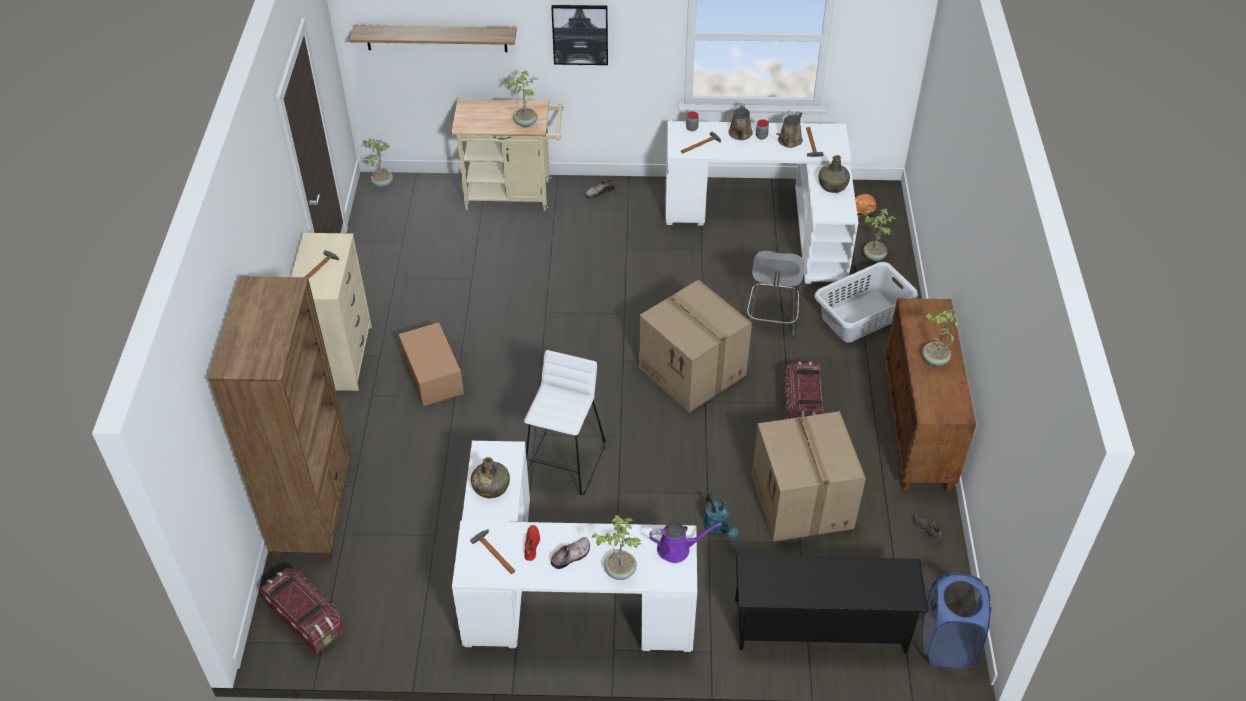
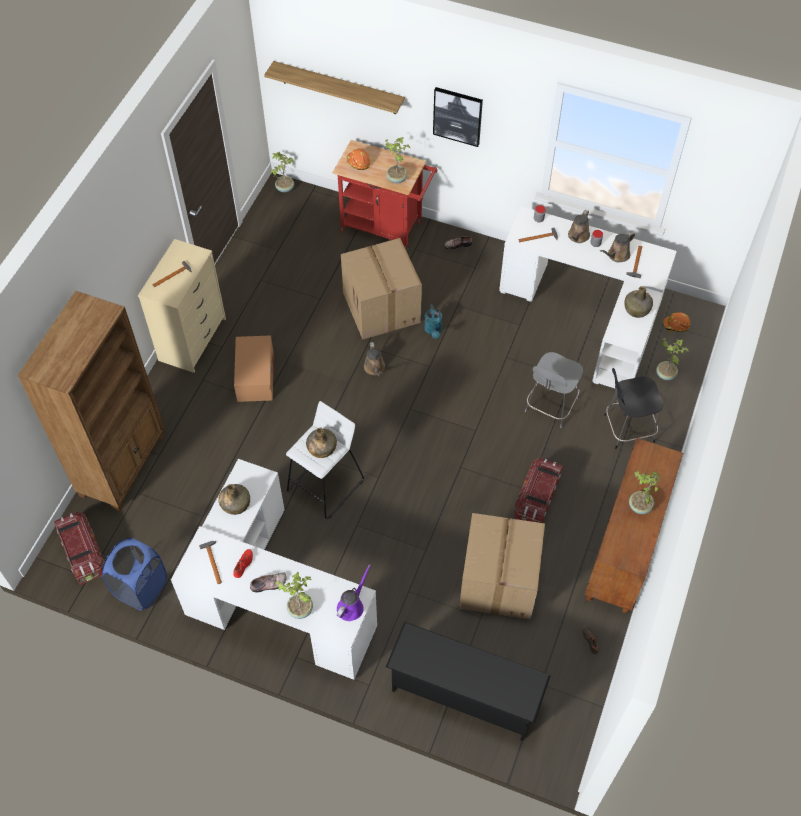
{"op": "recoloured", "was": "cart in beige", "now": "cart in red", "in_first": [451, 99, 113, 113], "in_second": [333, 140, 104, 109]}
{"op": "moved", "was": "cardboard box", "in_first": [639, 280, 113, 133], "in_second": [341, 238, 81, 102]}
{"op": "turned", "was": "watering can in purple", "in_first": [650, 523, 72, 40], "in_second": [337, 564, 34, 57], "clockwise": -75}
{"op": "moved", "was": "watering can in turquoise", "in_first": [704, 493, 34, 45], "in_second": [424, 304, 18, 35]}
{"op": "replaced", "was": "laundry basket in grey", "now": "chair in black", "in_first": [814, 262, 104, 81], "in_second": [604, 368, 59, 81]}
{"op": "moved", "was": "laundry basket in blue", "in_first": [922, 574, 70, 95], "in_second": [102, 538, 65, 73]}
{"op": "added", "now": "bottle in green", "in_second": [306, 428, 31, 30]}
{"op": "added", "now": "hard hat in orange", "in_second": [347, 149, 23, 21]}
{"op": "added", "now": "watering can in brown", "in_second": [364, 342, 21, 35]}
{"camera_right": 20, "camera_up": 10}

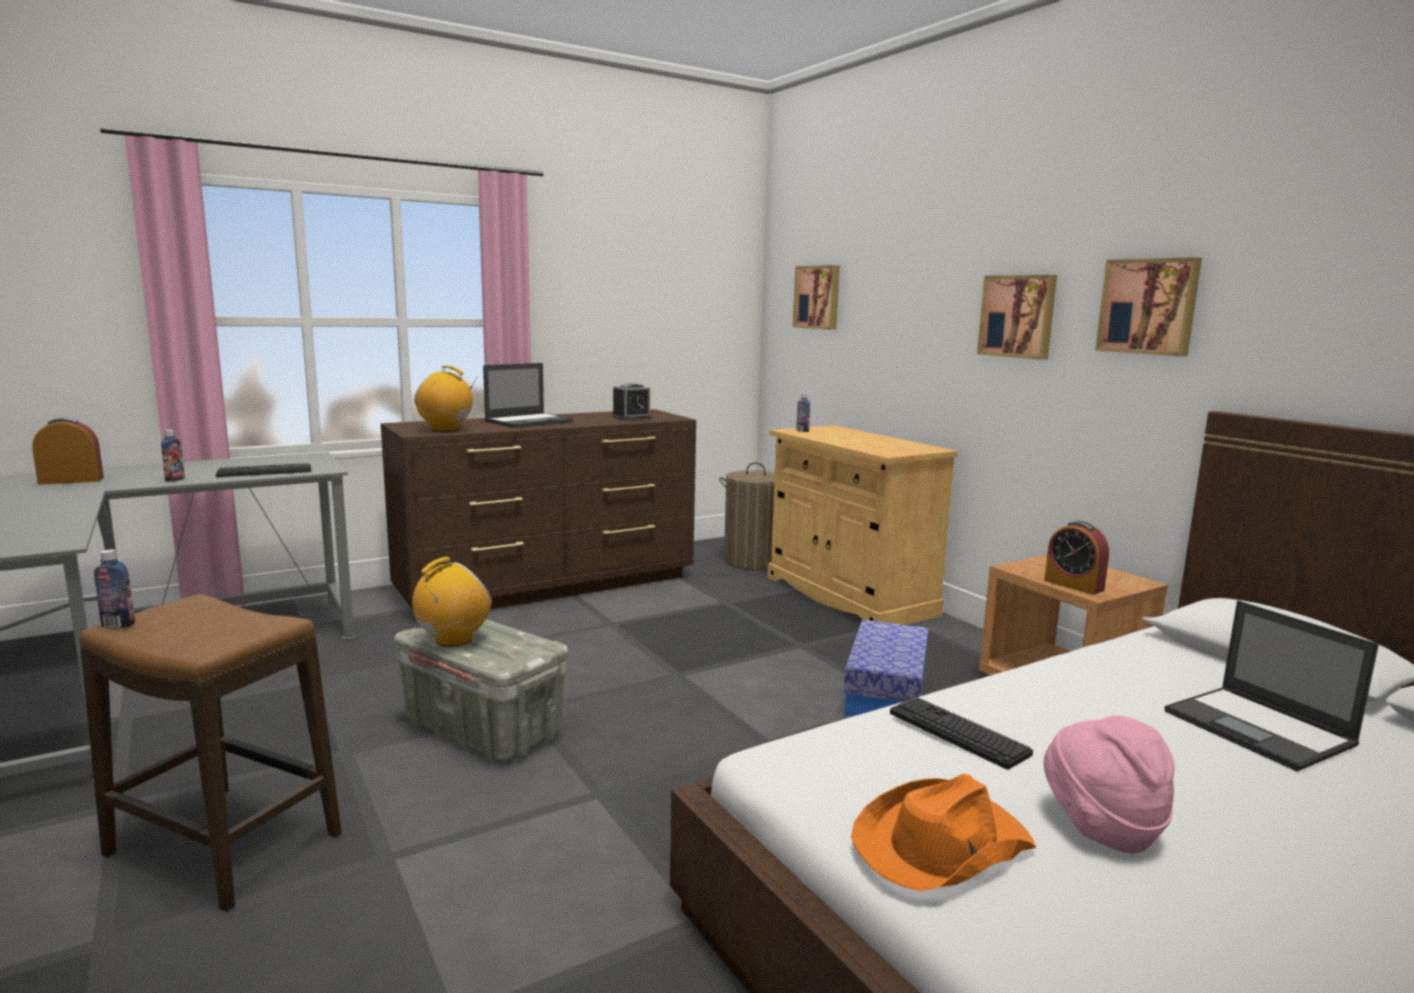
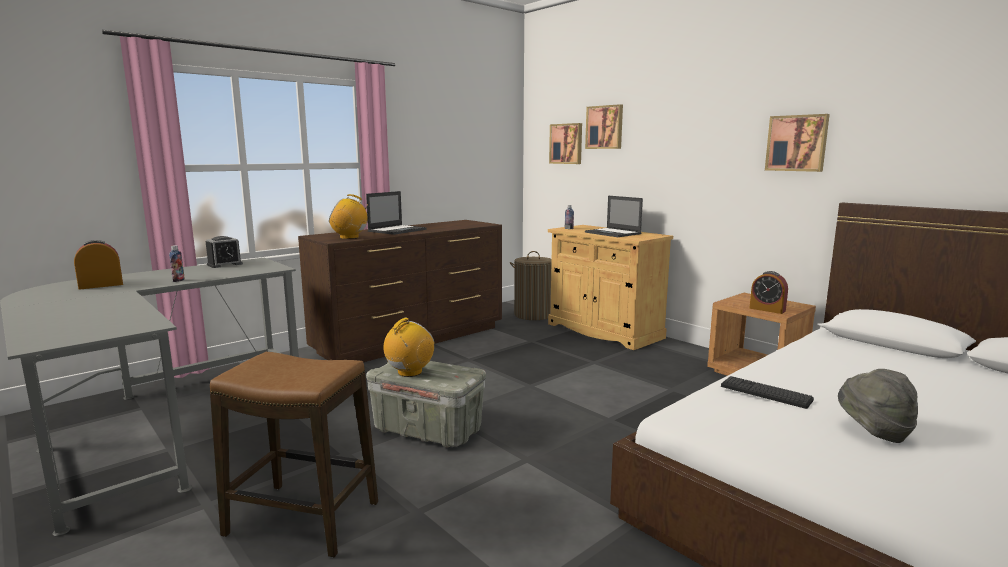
{"op": "removed", "was": "bottle", "in_first": [94, 549, 41, 79]}
{"op": "removed", "was": "keyboard", "in_first": [216, 463, 95, 14]}
{"op": "moved", "was": "alarm clock", "in_first": [612, 383, 40, 37], "in_second": [206, 236, 37, 32]}
{"op": "removed", "was": "storage box", "in_first": [844, 620, 84, 96]}
{"op": "removed", "was": "hat in orange", "in_first": [851, 774, 185, 117]}
{"op": "moved", "was": "picture", "in_first": [977, 275, 80, 85], "in_second": [585, 104, 38, 45]}
{"op": "recoloured", "was": "hat in pink", "now": "hat in grey", "in_first": [1044, 716, 131, 137], "in_second": [838, 369, 80, 74]}
{"op": "moved", "was": "laptop", "in_first": [1165, 600, 214, 172], "in_second": [585, 196, 58, 41]}
{"camera_right": -10, "camera_up": 0}

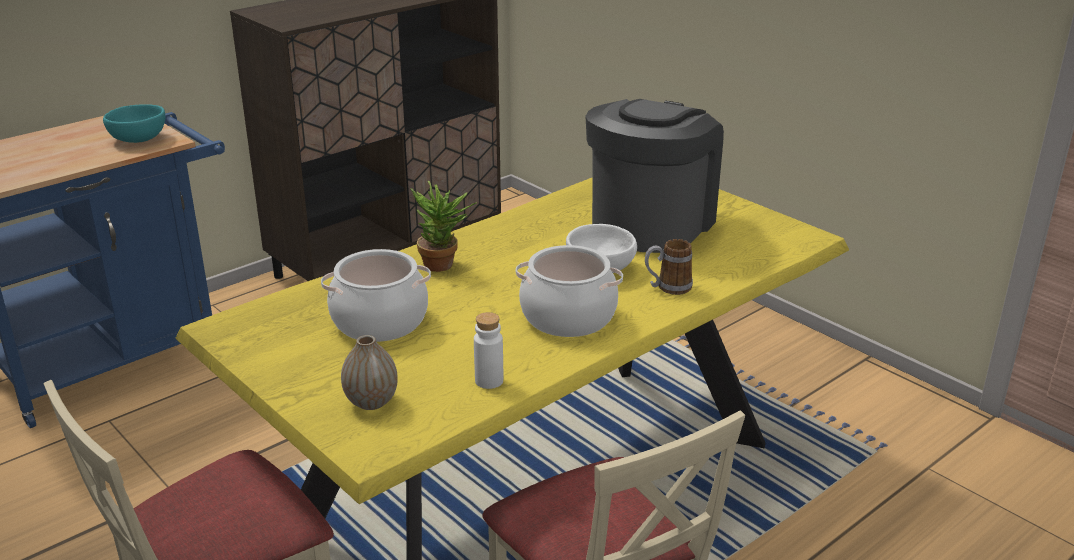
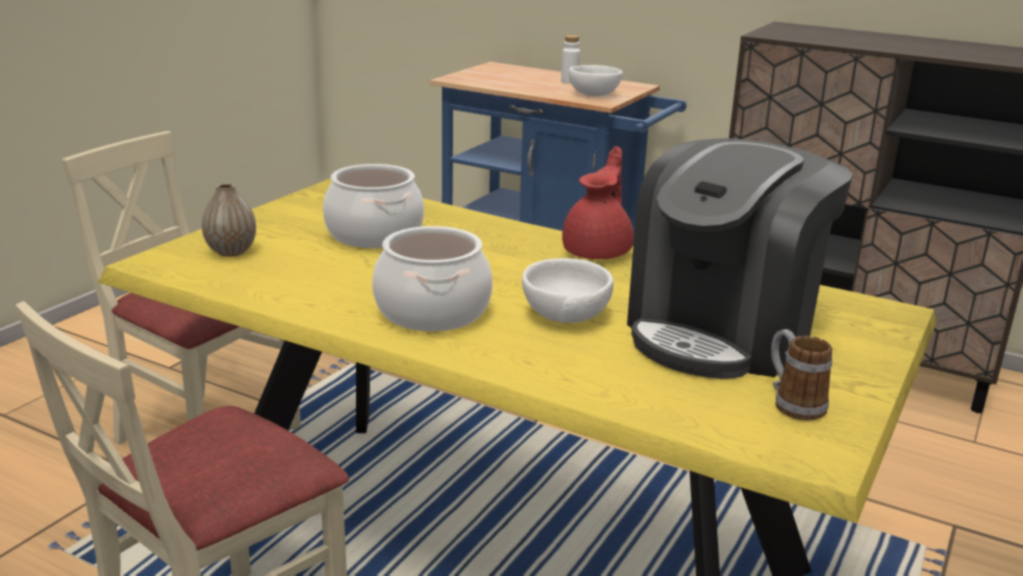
{"op": "recoloured", "was": "bowl in turquoise", "now": "bowl in white", "in_first": [103, 104, 62, 39], "in_second": [569, 65, 54, 31]}
{"op": "removed", "was": "potted plant", "in_first": [411, 181, 66, 91]}
{"op": "moved", "was": "bottle in white", "in_first": [474, 312, 29, 77], "in_second": [561, 35, 19, 49]}
{"op": "turned", "was": "coffee machine", "in_first": [585, 99, 139, 154], "in_second": [627, 138, 226, 241], "clockwise": 120}
{"op": "moved", "was": "mug", "in_first": [645, 239, 48, 56], "in_second": [771, 329, 61, 92]}
{"op": "added", "now": "teapot in red", "in_second": [562, 146, 72, 113]}
{"camera_right": 70, "camera_up": -5}

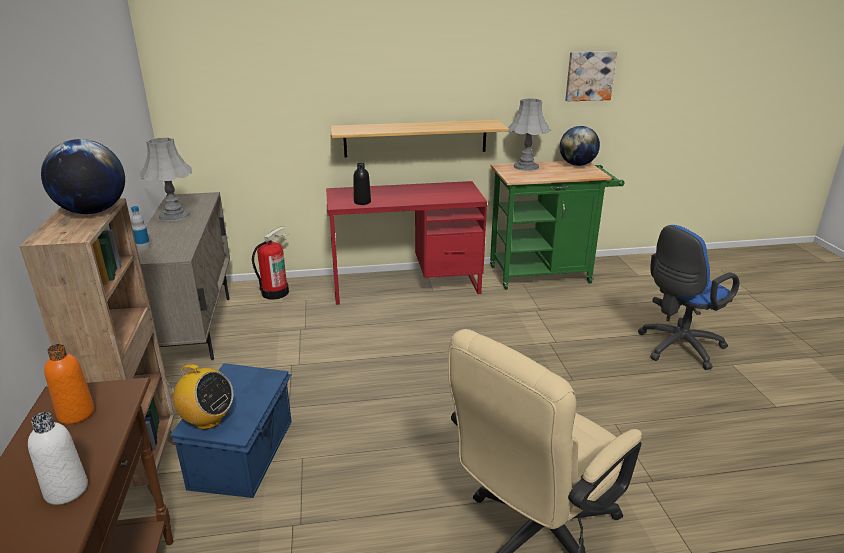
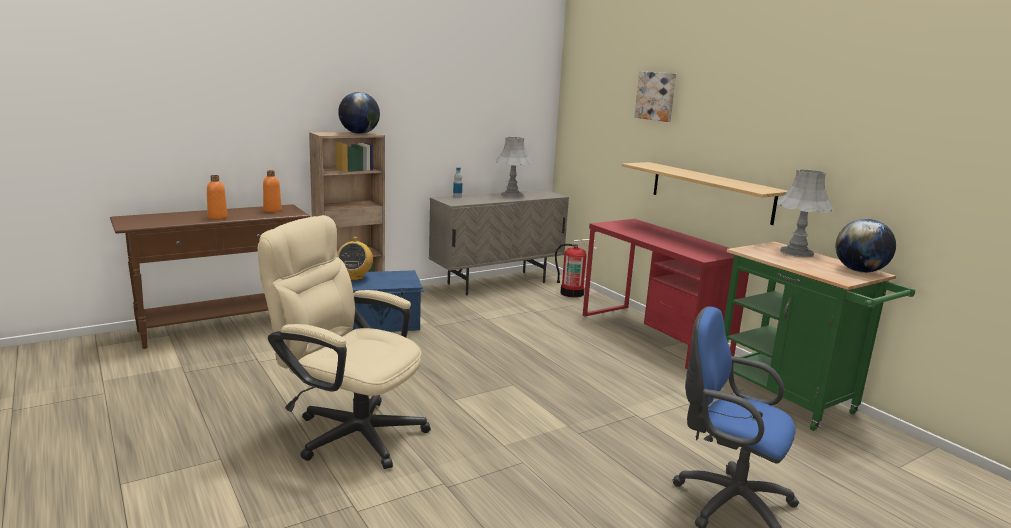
{"op": "recoloured", "was": "bottle in white", "now": "bottle in orange", "in_first": [28, 412, 60, 93], "in_second": [207, 175, 21, 45]}
{"op": "removed", "was": "bottle in black", "in_first": [353, 163, 18, 42]}
{"op": "moved", "was": "picture", "in_first": [565, 51, 52, 50], "in_second": [635, 71, 41, 51]}
{"camera_right": 65, "camera_up": -10}

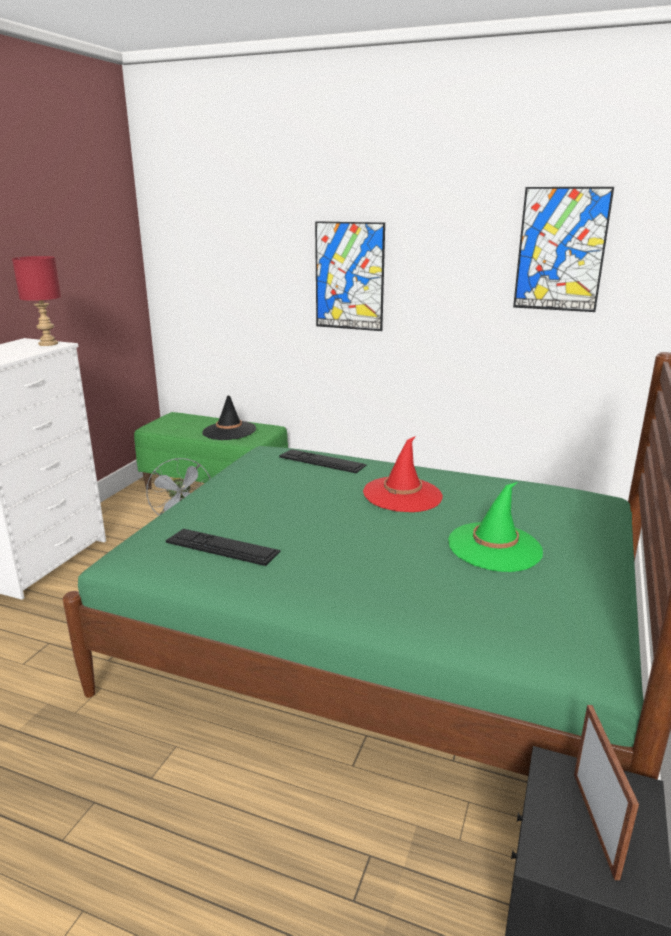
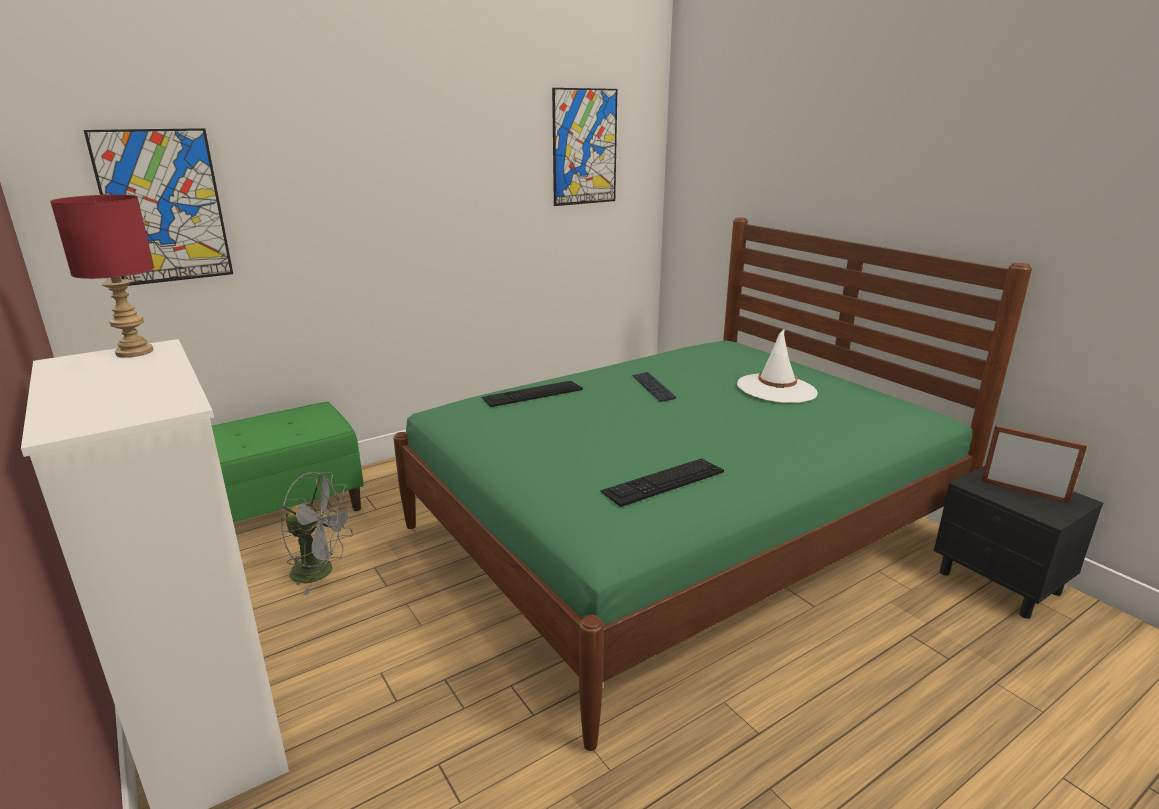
{"op": "removed", "was": "hat in black", "in_first": [202, 395, 54, 45]}
{"op": "moved", "was": "picture", "in_first": [315, 221, 70, 110], "in_second": [84, 128, 149, 158]}
{"op": "replaced", "was": "hat in red", "now": "keyboard", "in_first": [363, 436, 80, 76], "in_second": [632, 372, 44, 30]}
{"op": "recoloured", "was": "hat in green", "now": "hat in white", "in_first": [448, 482, 95, 90], "in_second": [737, 329, 81, 74]}
{"camera_right": -55, "camera_up": 0}

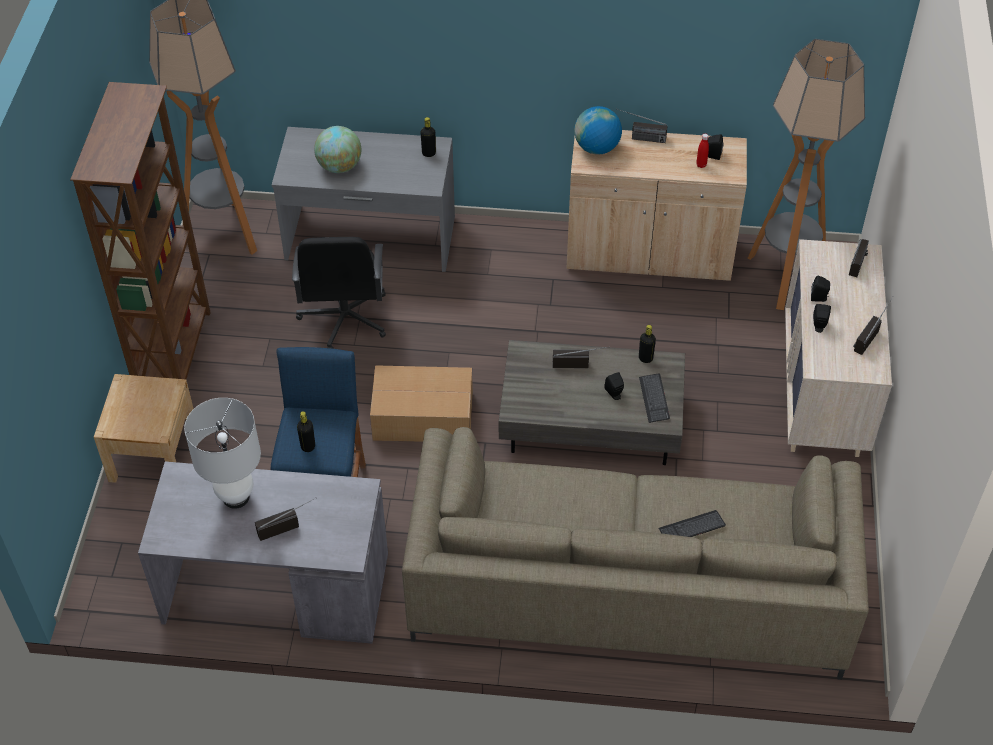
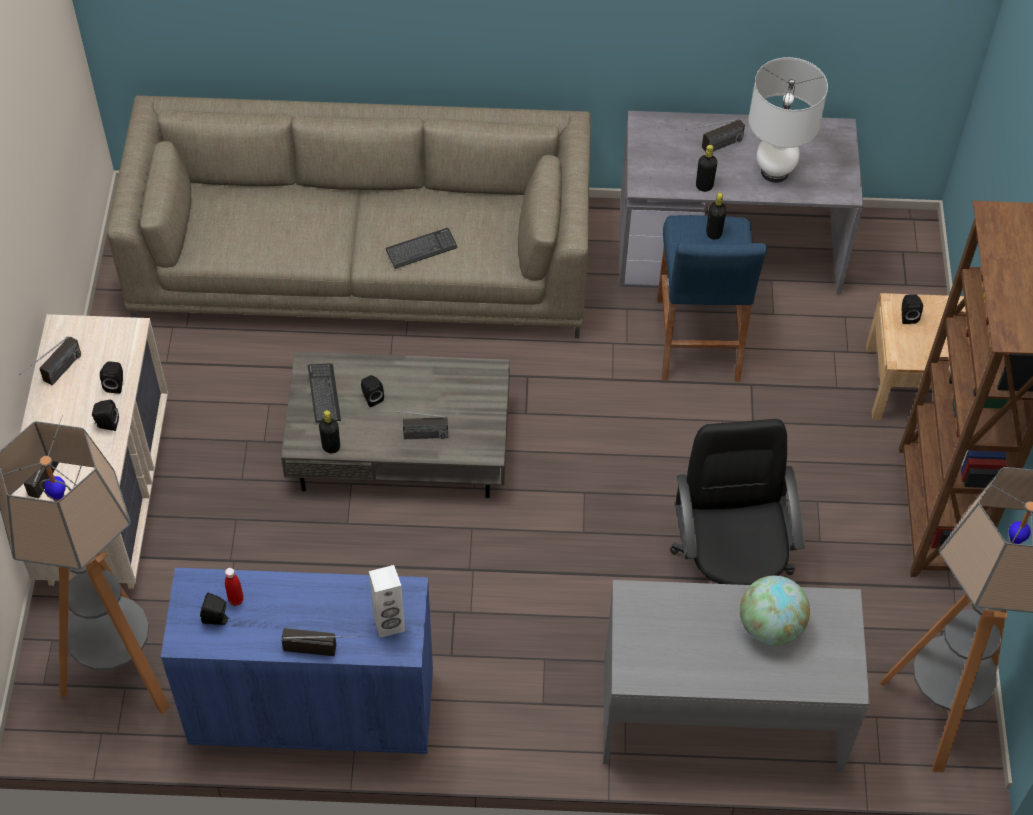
{"op": "removed", "was": "cardboard box", "in_first": [370, 365, 103, 77]}
{"op": "moved", "was": "bottle in black", "in_first": [420, 117, 16, 40], "in_second": [696, 145, 21, 47]}
{"op": "recoloured", "was": "cabinet in beige", "now": "cabinet in blue", "in_first": [566, 130, 181, 151], "in_second": [161, 568, 272, 186]}
{"op": "replaced", "was": "globe", "now": "speaker in white", "in_first": [574, 106, 48, 49], "in_second": [369, 565, 36, 73]}
{"op": "moved", "was": "keyboard", "in_first": [658, 510, 68, 27], "in_second": [386, 228, 72, 41]}
{"op": "added", "now": "speaker in black", "in_second": [902, 294, 21, 30]}
{"camera_right": 175, "camera_up": 5}

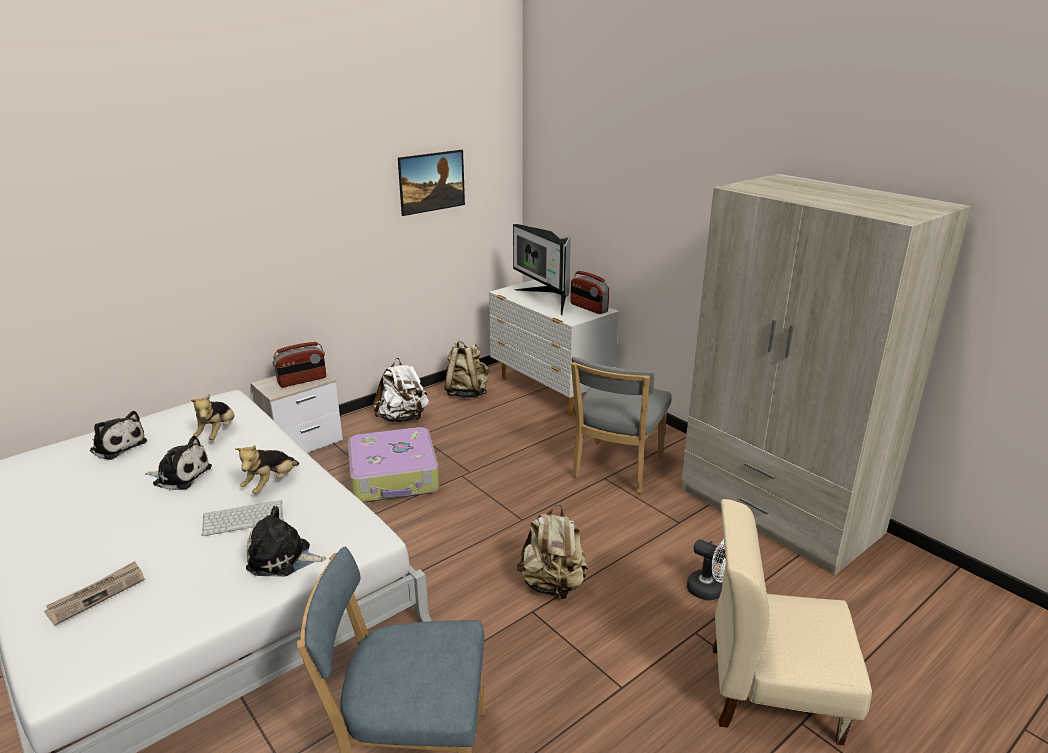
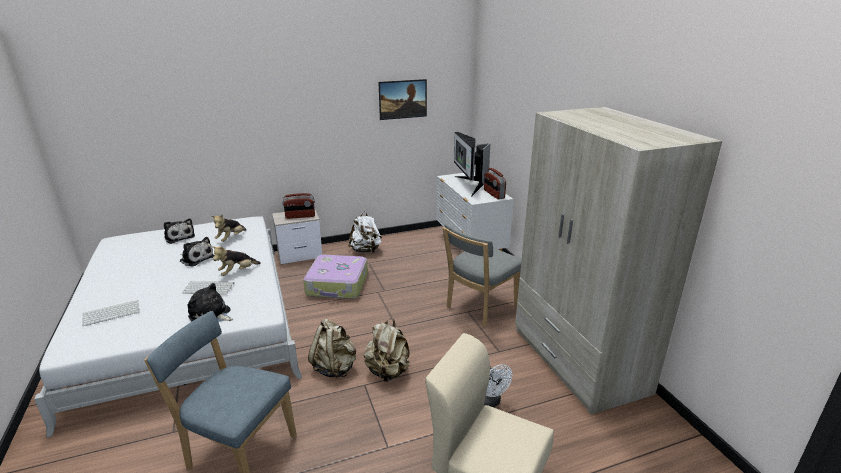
{"op": "replaced", "was": "newspaper", "now": "keyboard", "in_first": [44, 561, 101, 64], "in_second": [82, 300, 57, 26]}
{"op": "moved", "was": "backpack in beige", "in_first": [444, 341, 45, 57], "in_second": [308, 319, 48, 59]}
{"camera_right": 20, "camera_up": 0}

